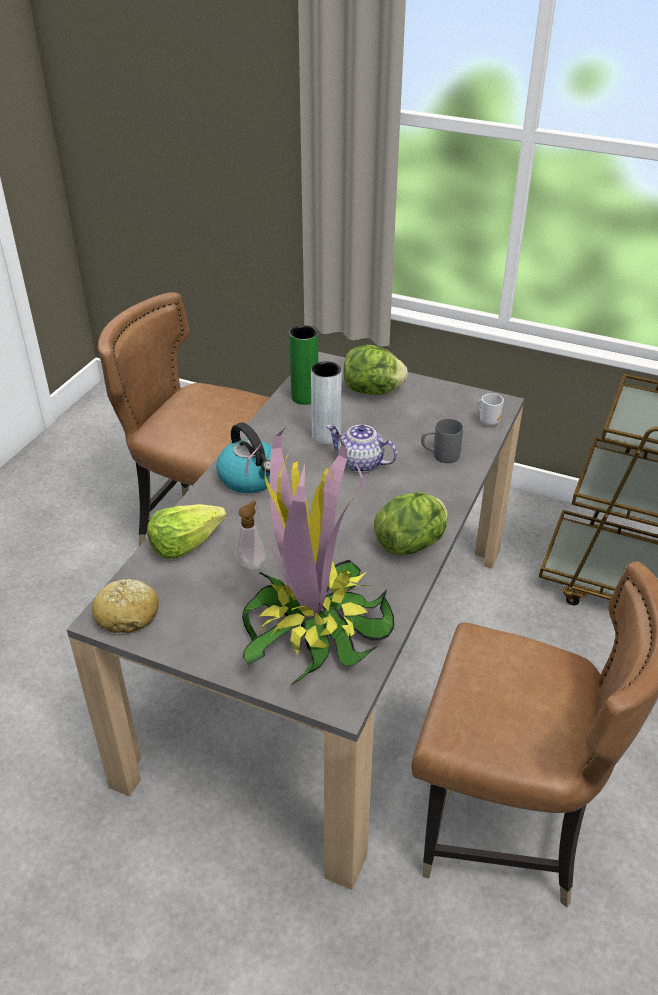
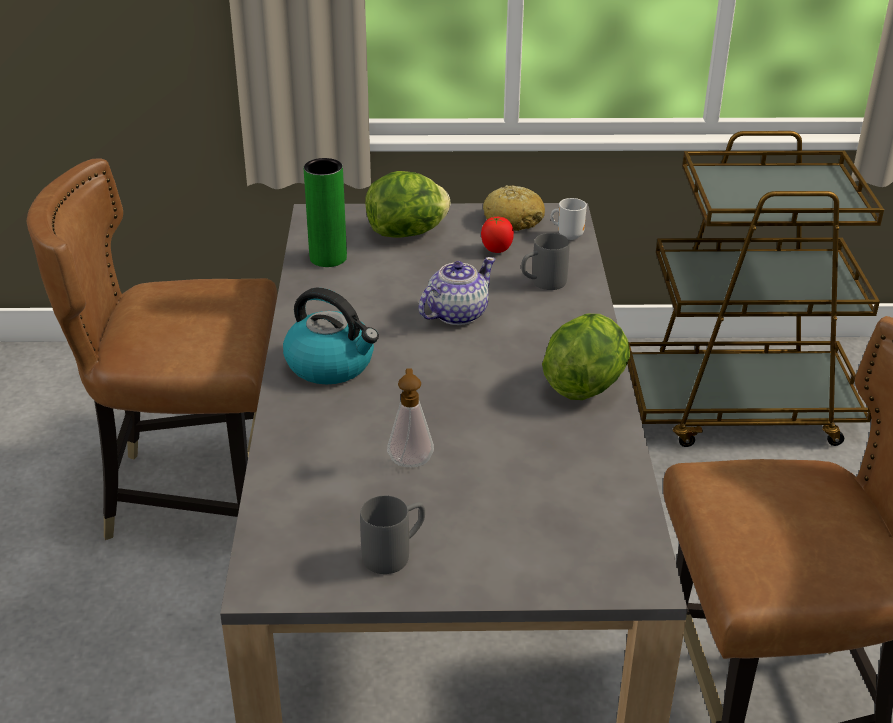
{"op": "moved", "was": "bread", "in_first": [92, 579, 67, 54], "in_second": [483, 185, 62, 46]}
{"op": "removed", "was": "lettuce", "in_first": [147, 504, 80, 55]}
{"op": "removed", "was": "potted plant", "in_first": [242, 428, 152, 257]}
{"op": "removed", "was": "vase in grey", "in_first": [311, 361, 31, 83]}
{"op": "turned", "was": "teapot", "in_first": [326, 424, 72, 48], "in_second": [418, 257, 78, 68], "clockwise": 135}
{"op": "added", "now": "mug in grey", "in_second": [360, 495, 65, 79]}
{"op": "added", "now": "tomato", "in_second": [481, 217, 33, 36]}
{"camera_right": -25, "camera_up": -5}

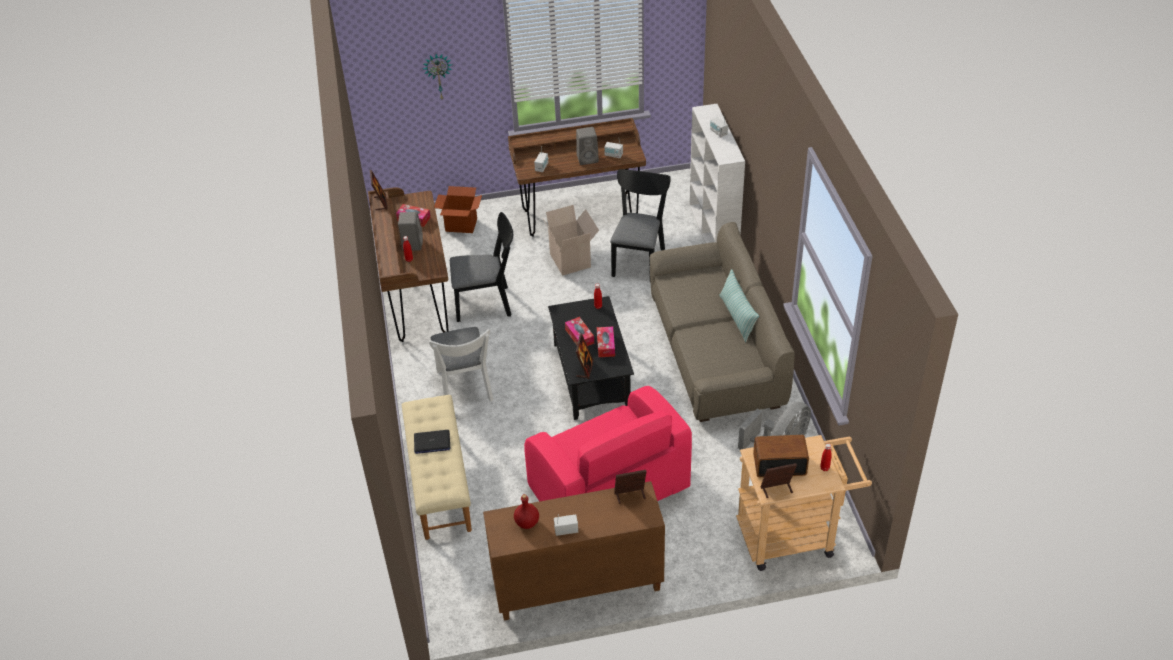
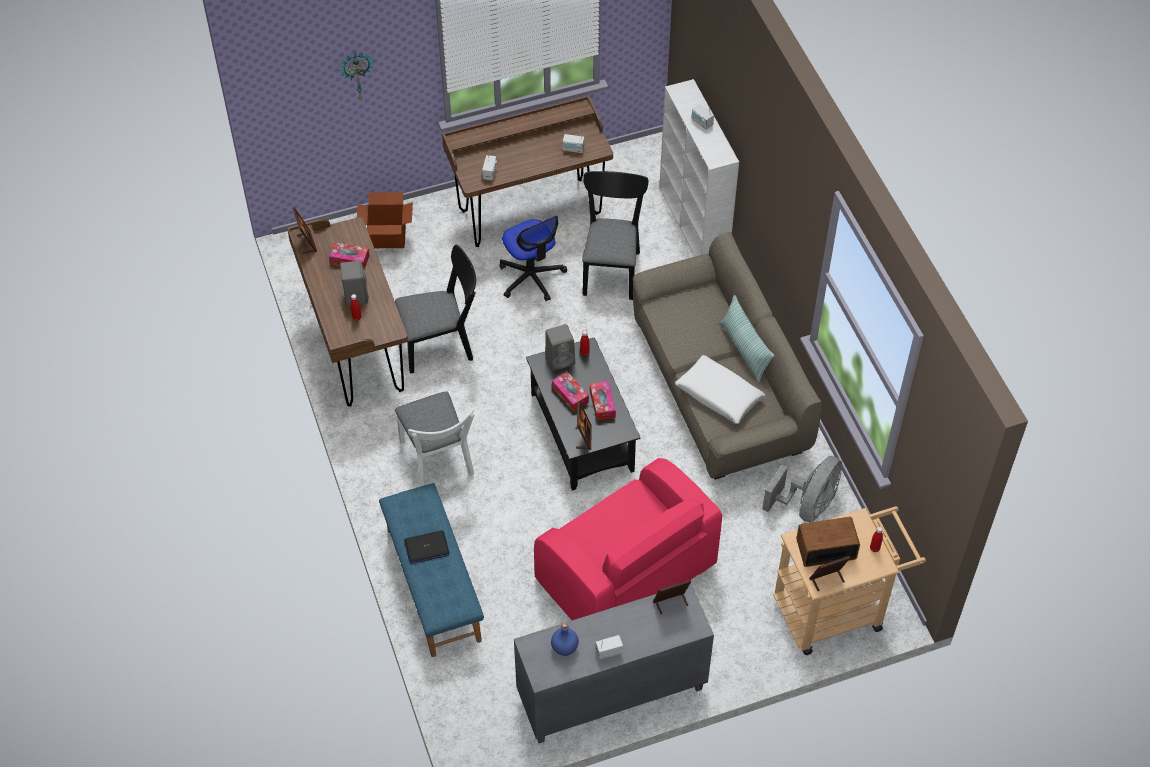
{"op": "recoloured", "was": "bench in beige", "now": "bench in blue", "in_first": [402, 395, 70, 145], "in_second": [379, 483, 105, 174]}
{"op": "recoloured", "was": "cabinet in brown", "now": "cabinet in grey", "in_first": [483, 481, 182, 139], "in_second": [514, 583, 200, 160]}
{"op": "recoloured", "was": "bottle in red", "now": "bottle in blue", "in_first": [514, 494, 25, 35], "in_second": [551, 623, 28, 33]}
{"op": "replaced", "was": "cardboard box", "now": "office chair", "in_first": [543, 205, 56, 71], "in_second": [500, 215, 67, 86]}
{"op": "moved", "was": "speaker in grey", "in_first": [576, 127, 23, 38], "in_second": [545, 324, 30, 47]}
{"op": "added", "now": "pillow in white", "in_second": [675, 355, 90, 69]}
{"camera_right": -10, "camera_up": 10}

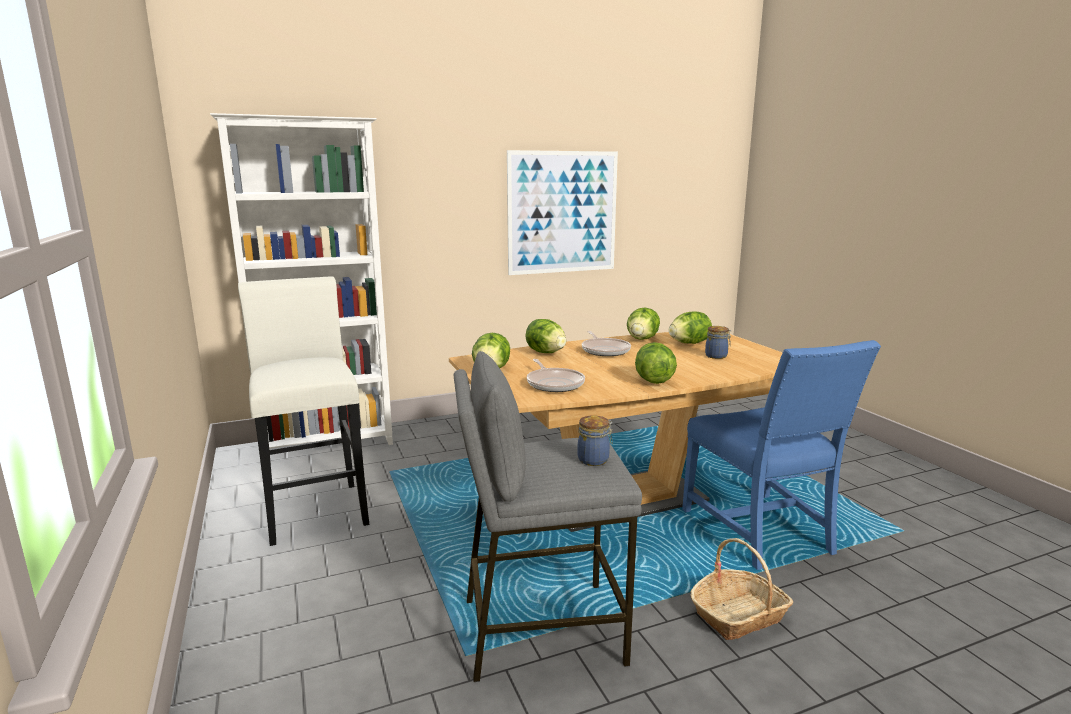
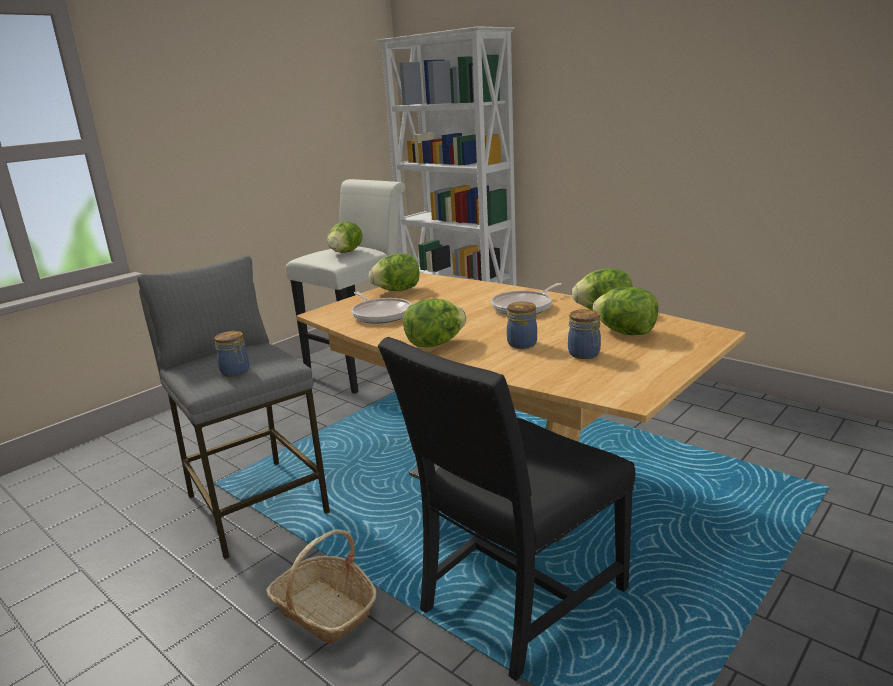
{"op": "removed", "was": "picture", "in_first": [507, 150, 111, 125]}
{"op": "moved", "was": "lettuce", "in_first": [525, 319, 41, 34], "in_second": [327, 222, 36, 31]}
{"op": "turned", "was": "frying pan", "in_first": [527, 359, 58, 33], "in_second": [352, 292, 60, 31], "clockwise": -75}
{"op": "recoloured", "was": "chair in blue", "now": "chair in black", "in_first": [682, 340, 199, 230], "in_second": [378, 337, 257, 344]}
{"op": "added", "now": "jar", "in_second": [507, 302, 30, 47]}
{"camera_right": 65, "camera_up": 5}

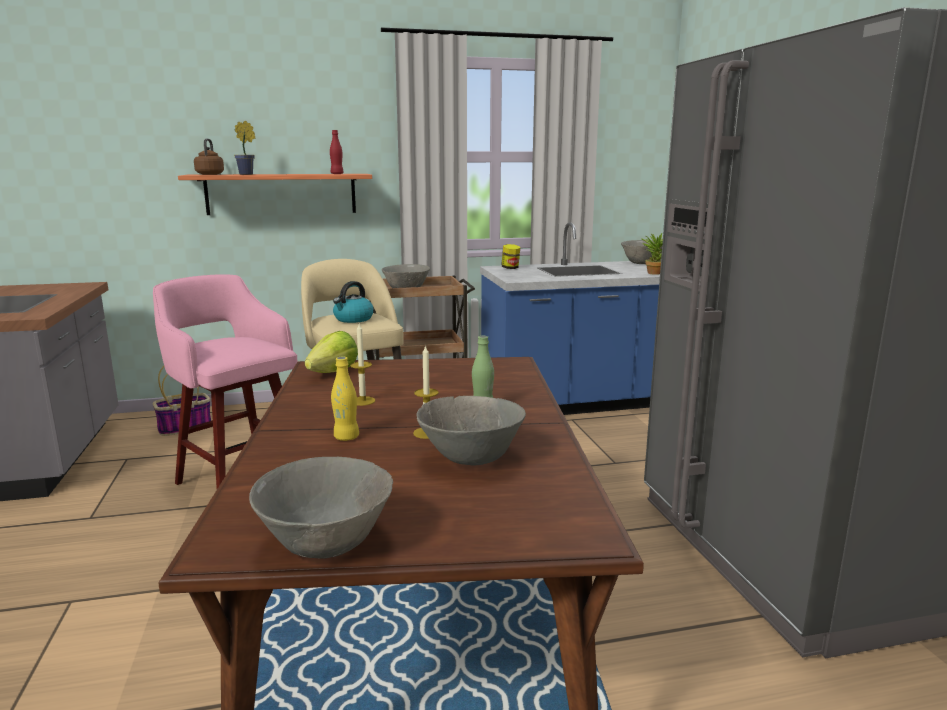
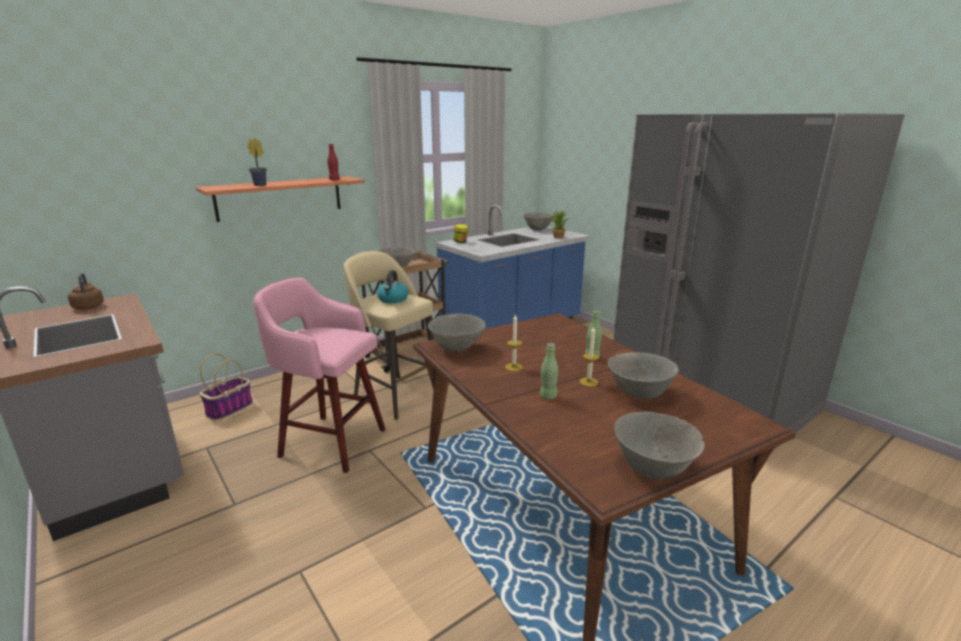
{"op": "moved", "was": "kettle in brown", "in_first": [194, 139, 30, 36], "in_second": [68, 273, 36, 36]}
{"op": "replaced", "was": "lettuce", "now": "bowl in grey", "in_first": [305, 331, 53, 42], "in_second": [428, 314, 57, 38]}
{"op": "recoloured", "was": "bottle in yellow", "now": "bottle in green", "in_first": [331, 357, 28, 84], "in_second": [540, 343, 18, 56]}
{"camera_right": -25, "camera_up": 5}

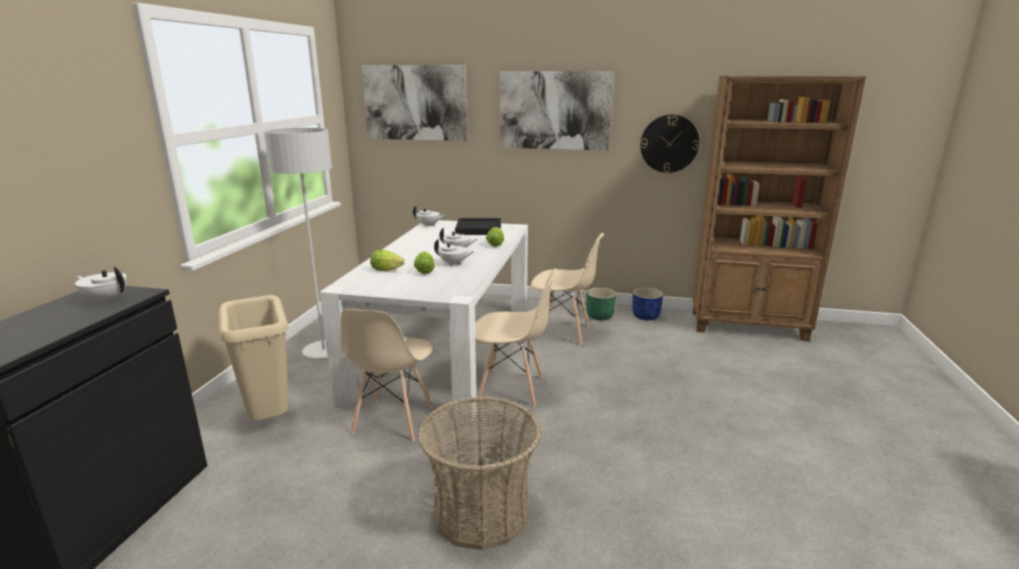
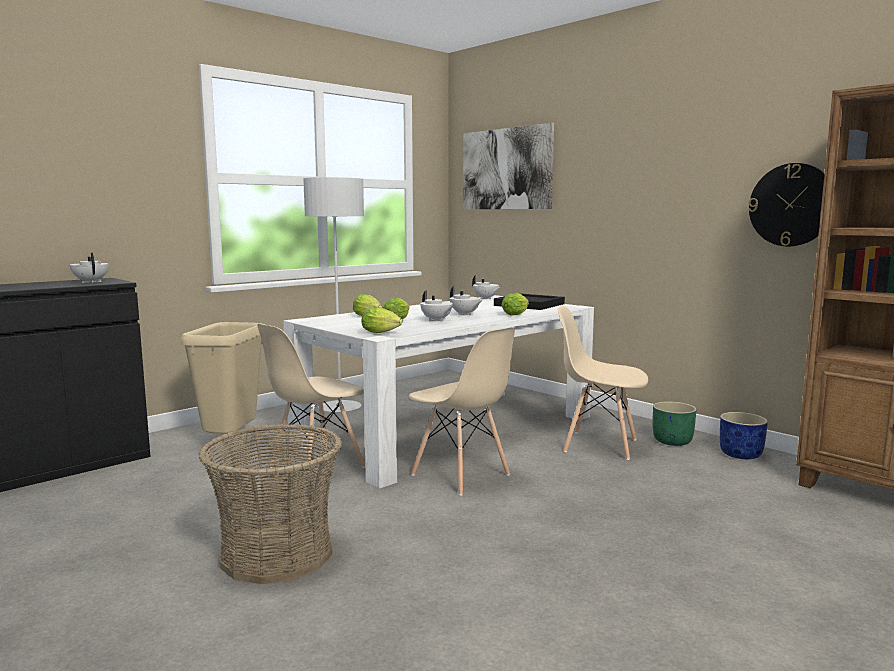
{"op": "removed", "was": "picture", "in_first": [500, 71, 114, 79]}
{"op": "turned", "was": "chair in beige", "in_first": [531, 233, 73, 112], "in_second": [557, 306, 91, 154], "clockwise": 150}
{"op": "added", "now": "lettuce", "in_second": [361, 307, 41, 26]}
{"camera_right": 35, "camera_up": -10}

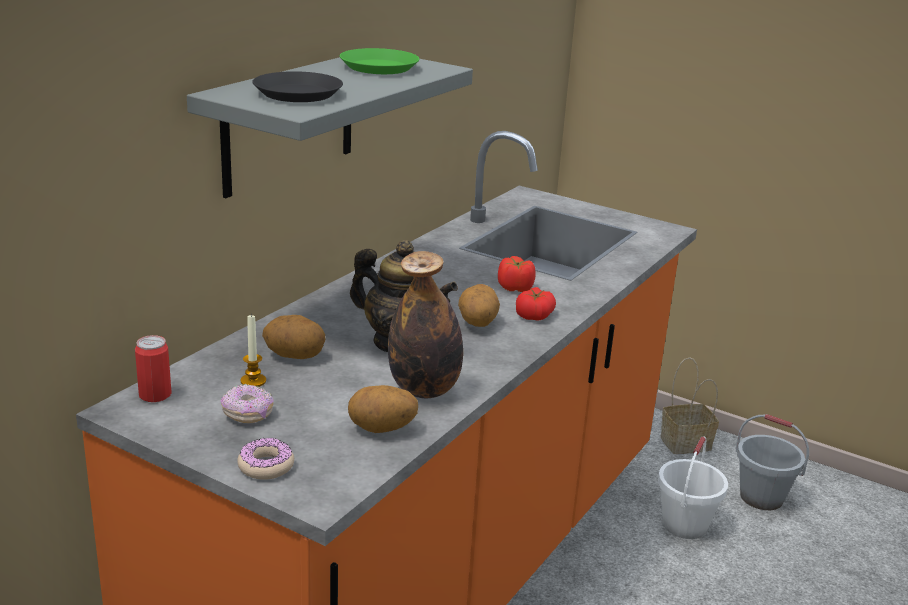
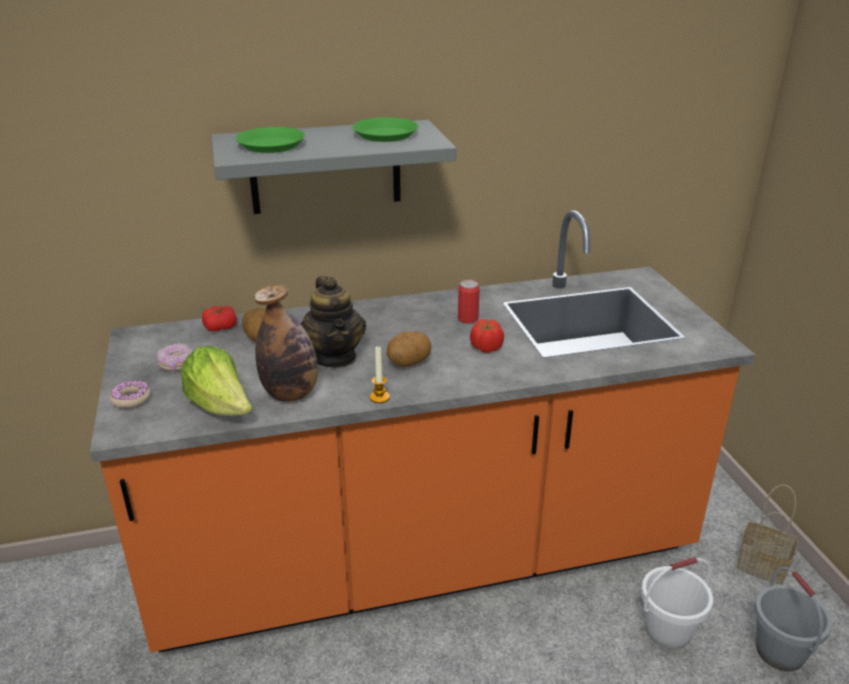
{"op": "moved", "was": "can", "in_first": [135, 335, 37, 67], "in_second": [458, 280, 21, 43]}
{"op": "moved", "was": "candle", "in_first": [240, 315, 26, 72], "in_second": [370, 347, 20, 56]}
{"op": "recoloured", "was": "plate in black", "now": "plate in green", "in_first": [252, 71, 91, 31], "in_second": [235, 127, 70, 26]}
{"op": "replaced", "was": "potato", "now": "lettuce", "in_first": [348, 385, 70, 48], "in_second": [181, 346, 71, 70]}
{"op": "moved", "was": "tomato", "in_first": [516, 287, 40, 34], "in_second": [202, 306, 35, 25]}
{"camera_right": 45, "camera_up": 5}

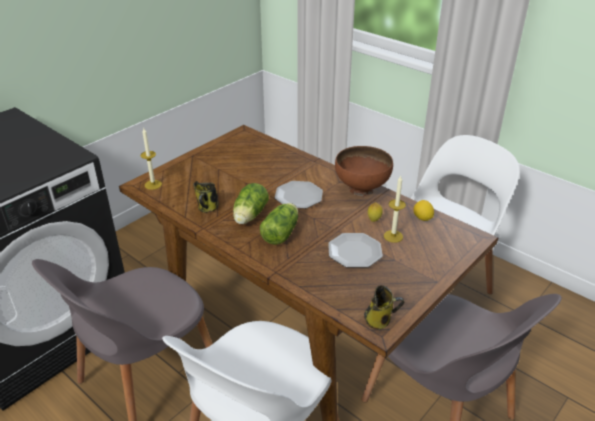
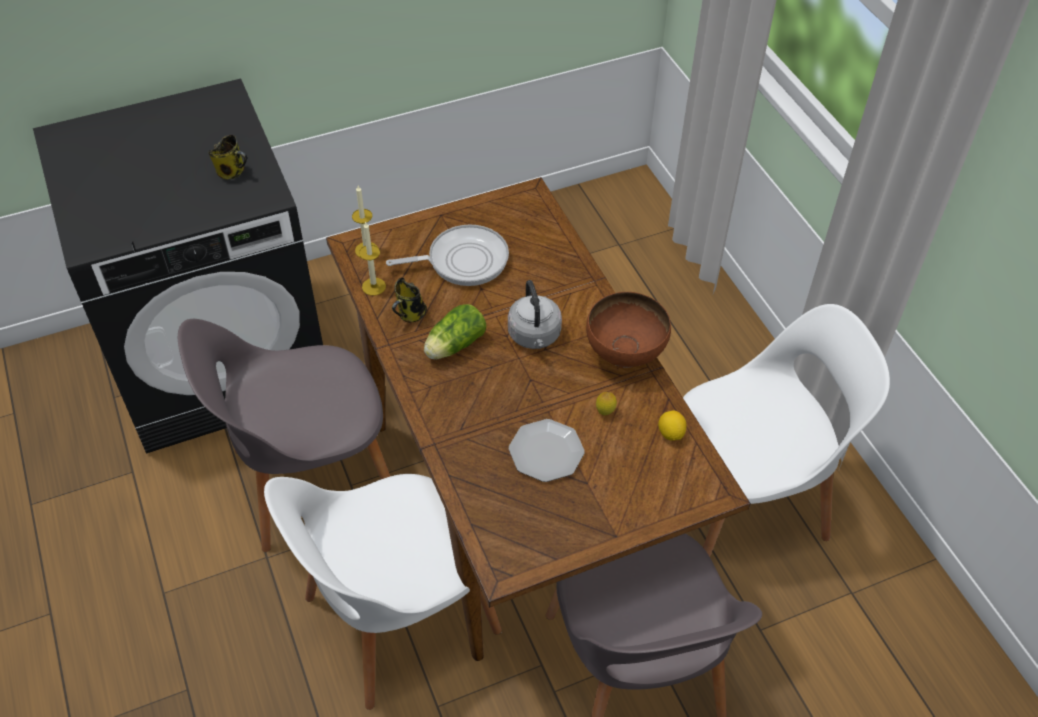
{"op": "removed", "was": "lettuce", "in_first": [260, 203, 38, 42]}
{"op": "replaced", "was": "plate", "now": "kettle in grey", "in_first": [275, 181, 48, 28], "in_second": [508, 280, 54, 69]}
{"op": "moved", "was": "mug", "in_first": [364, 285, 40, 44], "in_second": [209, 135, 38, 45]}
{"op": "moved", "was": "candle", "in_first": [384, 176, 22, 67], "in_second": [359, 221, 27, 75]}
{"op": "added", "now": "frying pan", "in_second": [386, 224, 123, 62]}
{"camera_right": 25, "camera_up": 15}

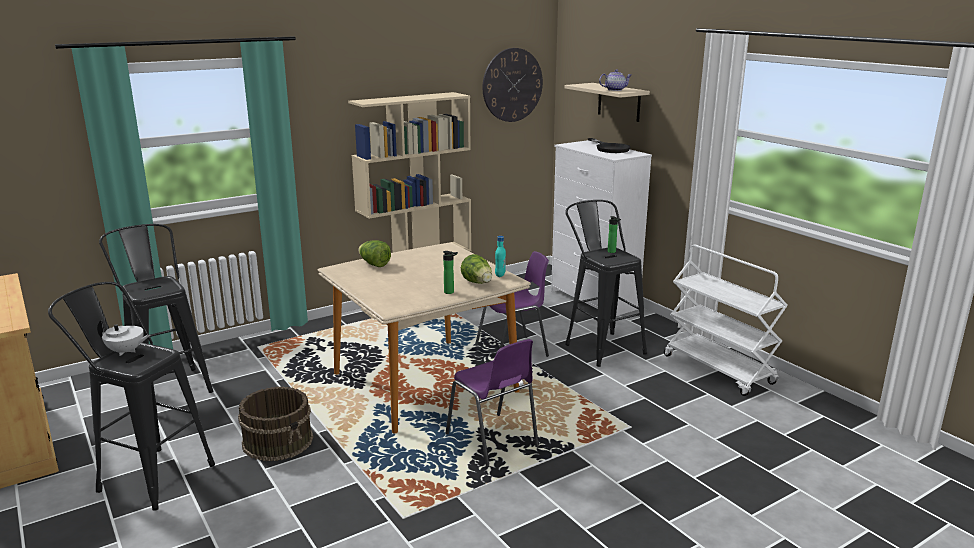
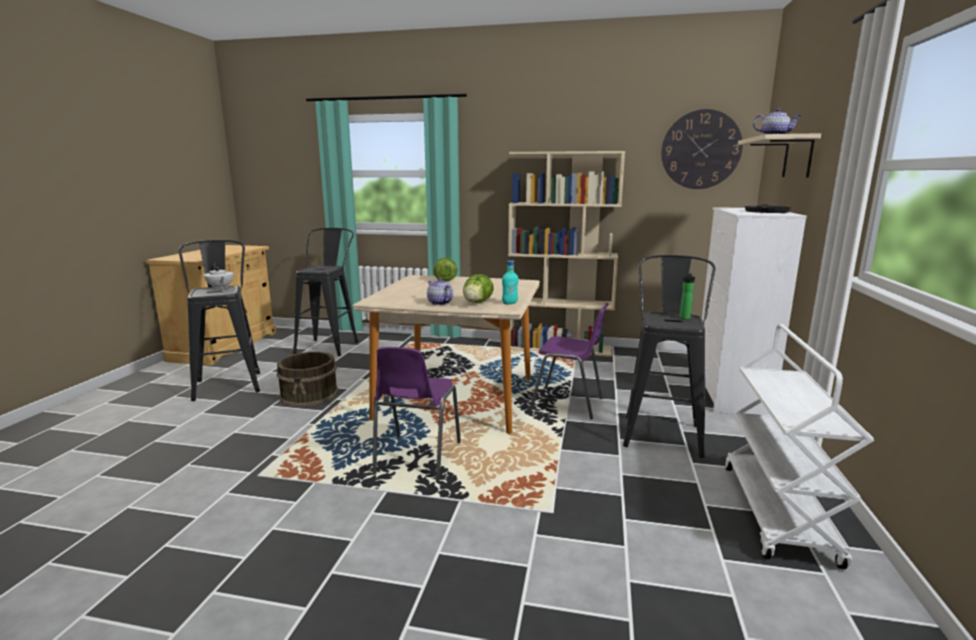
{"op": "replaced", "was": "bottle", "now": "teapot", "in_first": [443, 251, 15, 43], "in_second": [427, 278, 26, 27]}
{"camera_right": 45, "camera_up": -5}

